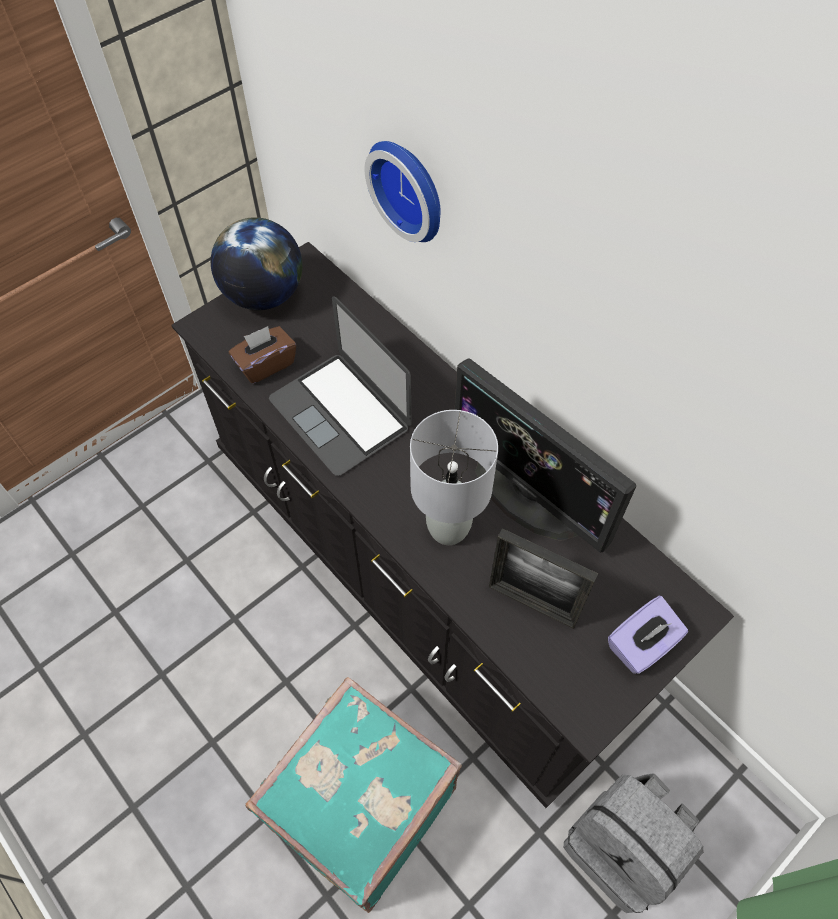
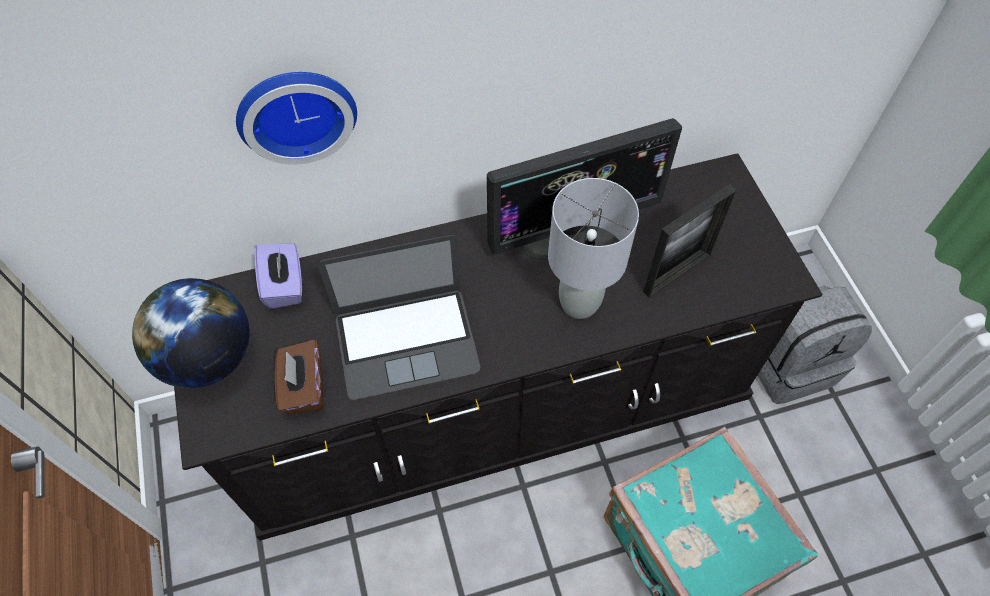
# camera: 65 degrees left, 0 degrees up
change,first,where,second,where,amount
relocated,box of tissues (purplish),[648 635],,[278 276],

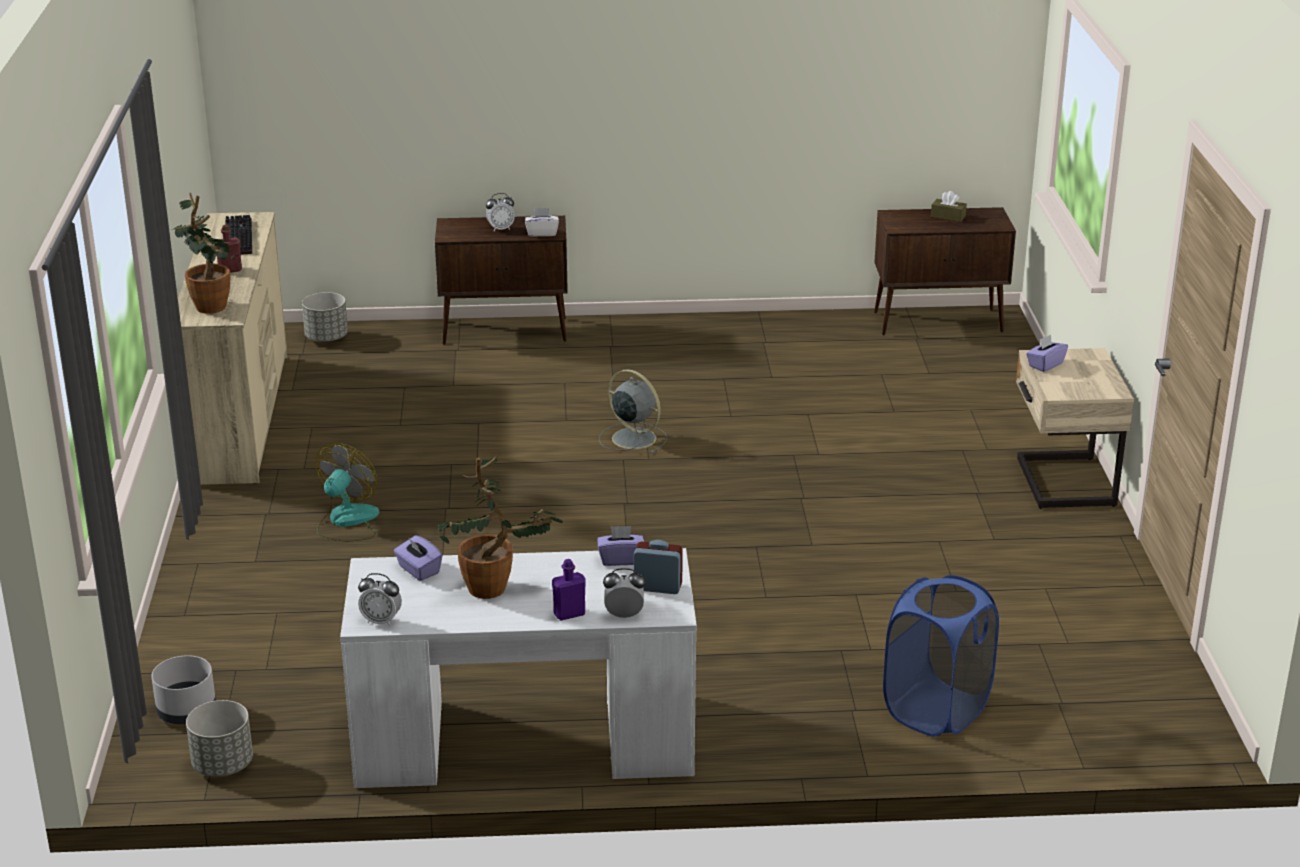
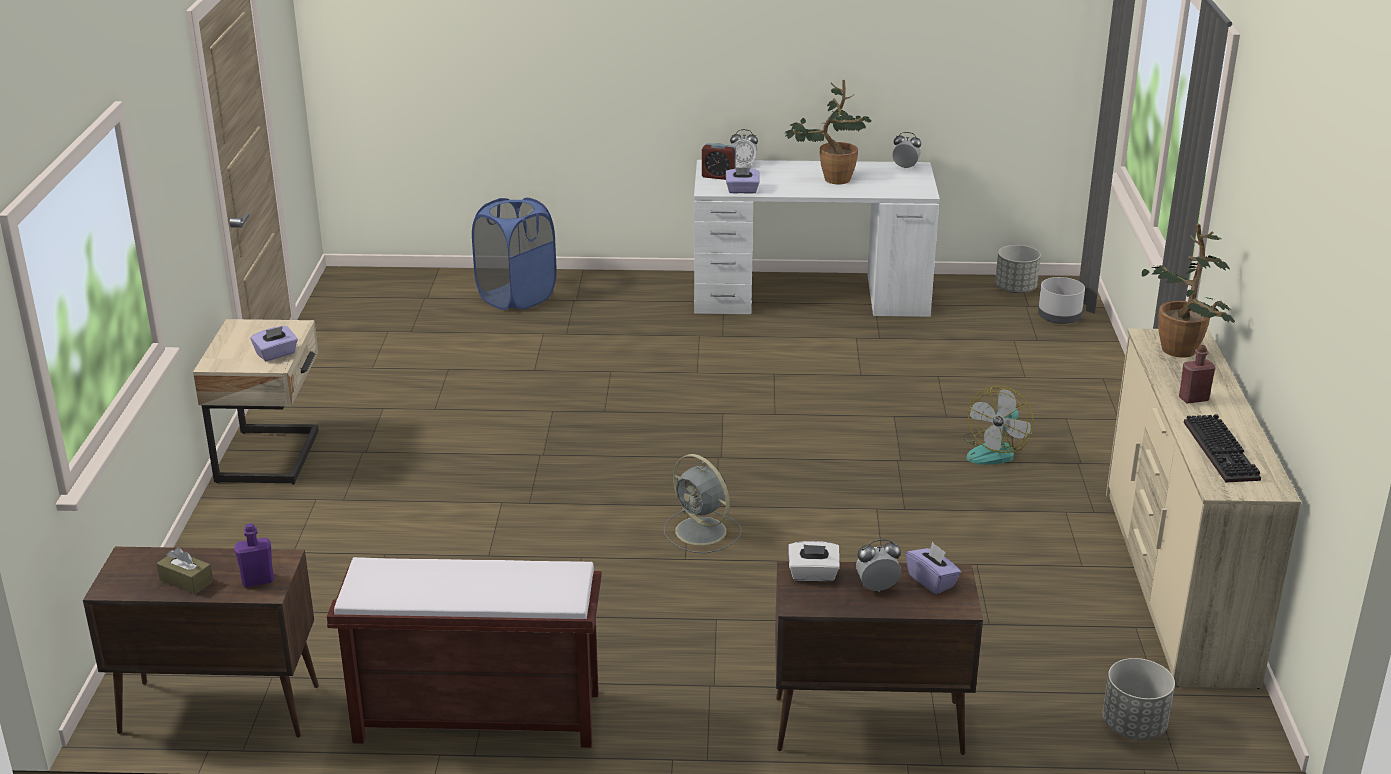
# camera: 175 degrees left, 0 degrees up
change,first,where,second,where,amount
relocated,bottle (purplish),[569 590],,[254 555],
appeared,,,long seat (brownish),[464 652],
relocated,box of tissues (purplish),[418 558],,[933 568],

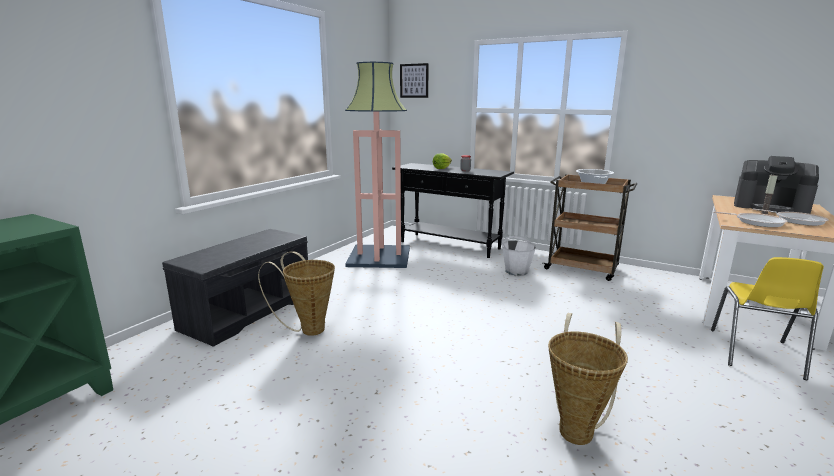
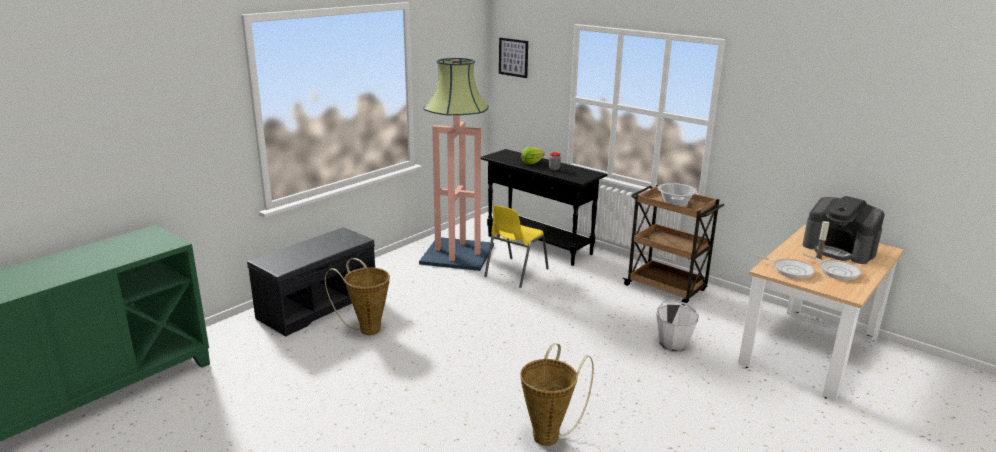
# camera: 10 degrees right, 5 degrees up
change,first,where,second,where,amount
relocated,chair (yellow-coloured),[767 318],,[517 246],
relocated,pail (white-coloured),[519 256],,[677 326],

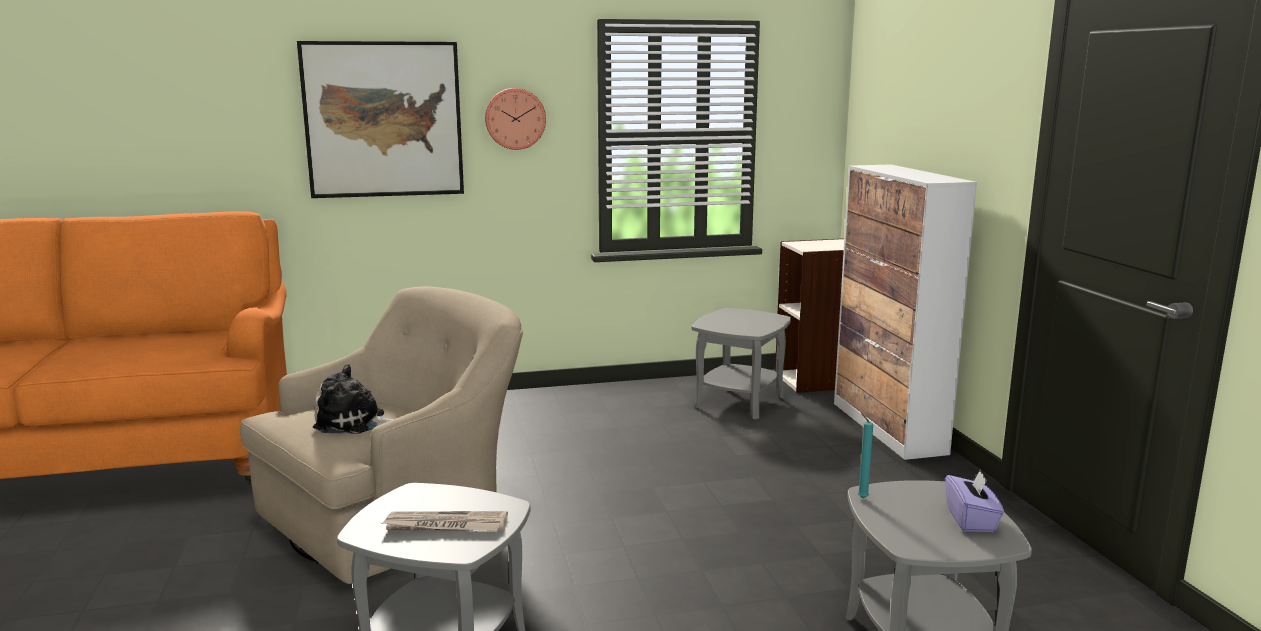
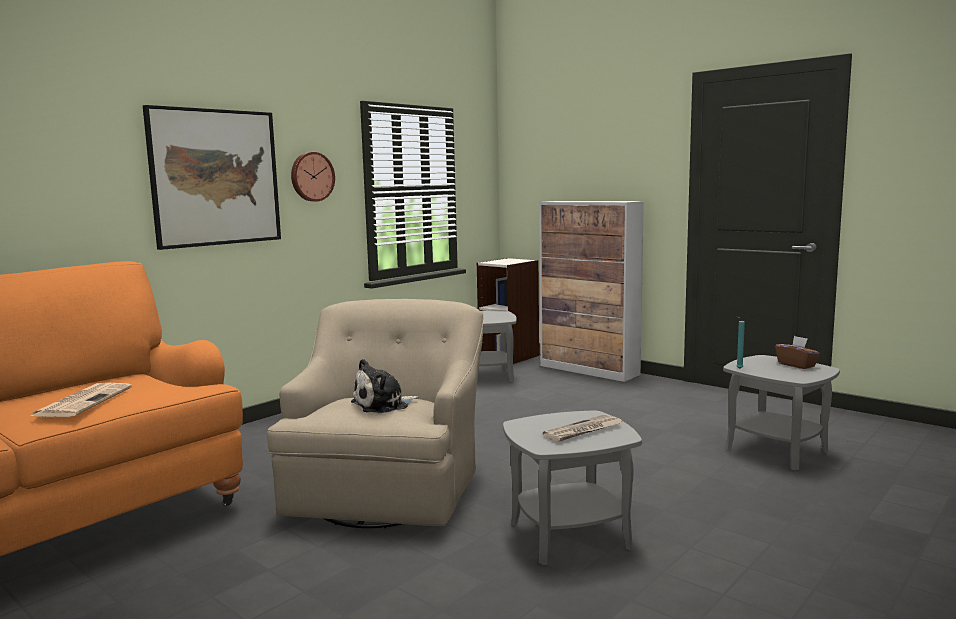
# camera: 35 degrees left, 5 degrees down
change,first,where,second,where,amount
appeared,,,newspaper,[81 400],
colour,box of tissues (purplish),[975 501],box of tissues (brownish),[797 352],

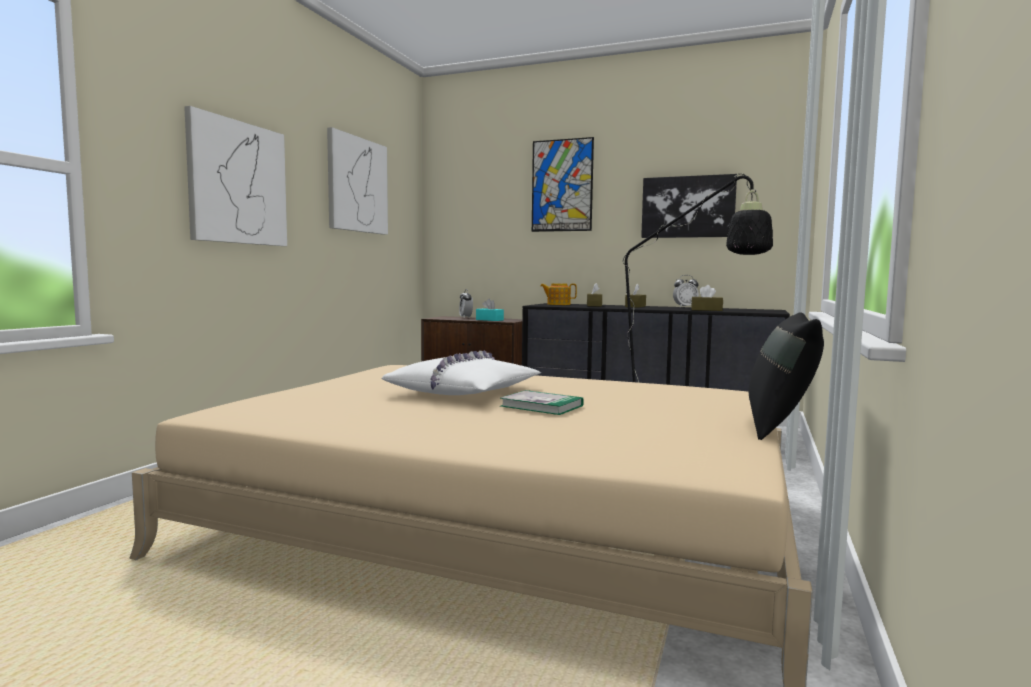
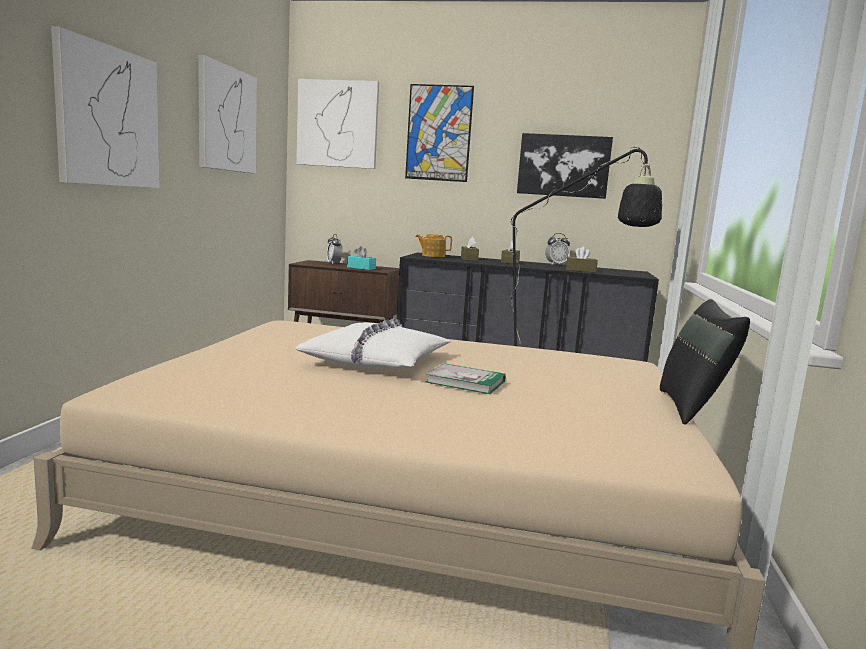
# camera: 10 degrees left, 5 degrees up
change,first,where,second,where,amount
appeared,,,wall art,[337 124],

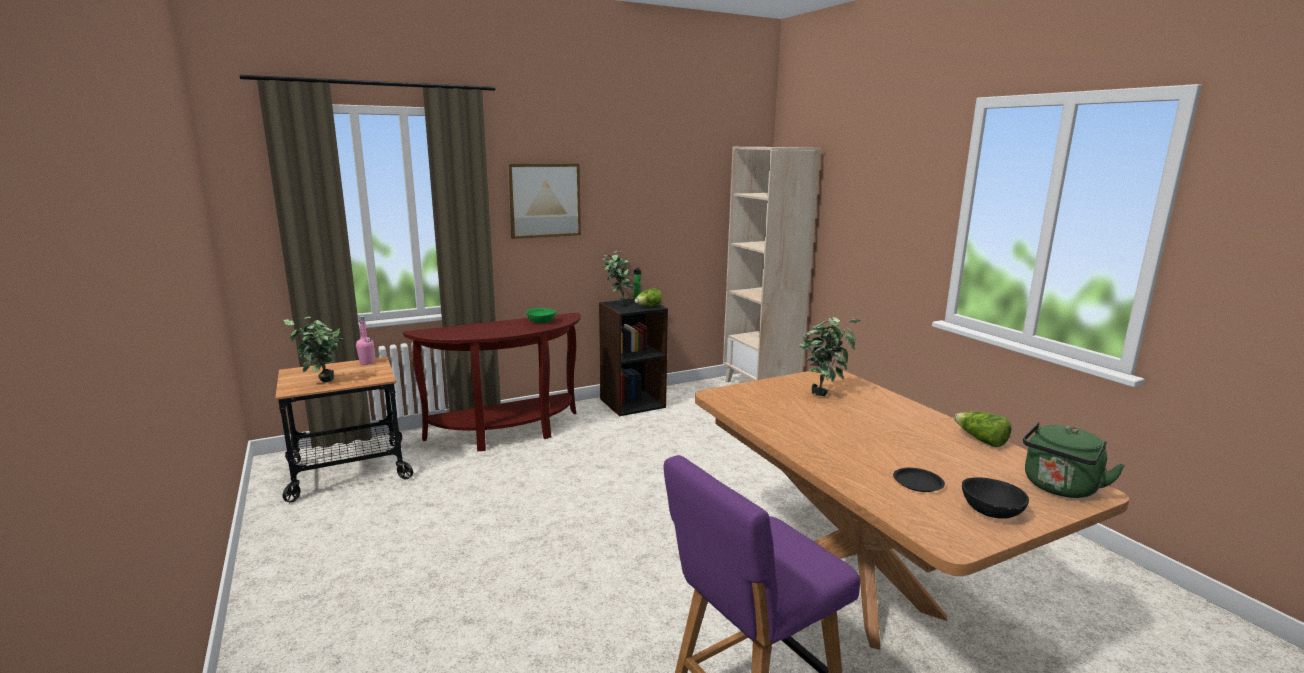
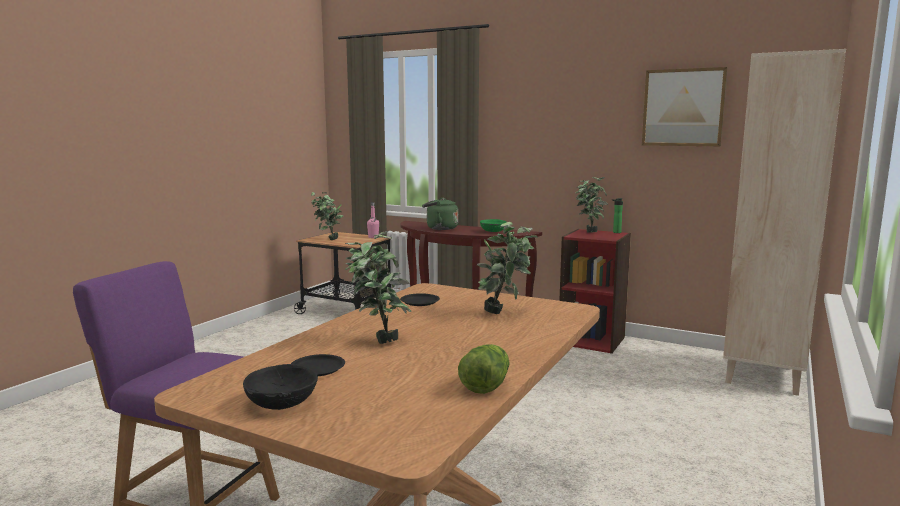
# camera: 55 degrees right, 5 degrees down
change,first,where,second,where,amount
appeared,,,plant in a pot,[378 287],
appeared,,,flat dish (black-coloured),[420 299],
relocated,kettle (green-coloured),[1074 460],,[440 214],
colour,bookshelf (black-coloured),[633 357],bookshelf (red-coloured),[595 291],
relocated,wall art,[544 201],,[685 106],
missing,lettuce,[648 297],,,

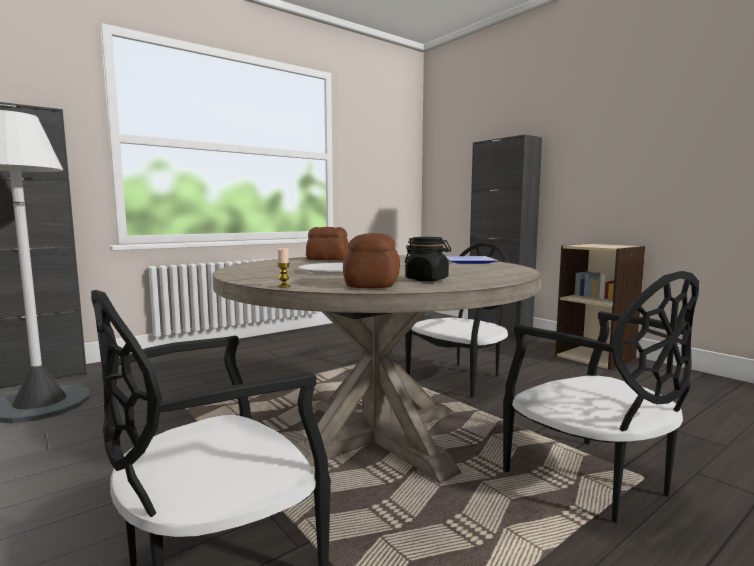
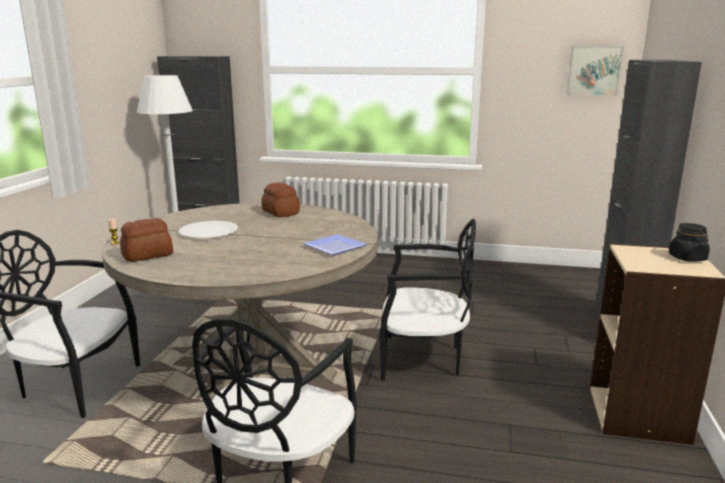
# camera: 50 degrees right, 10 degrees up
change,first,where,second,where,amount
appeared,,,wall art,[595 71],
relocated,preserve jar (black-coloured),[428 259],,[689 242],

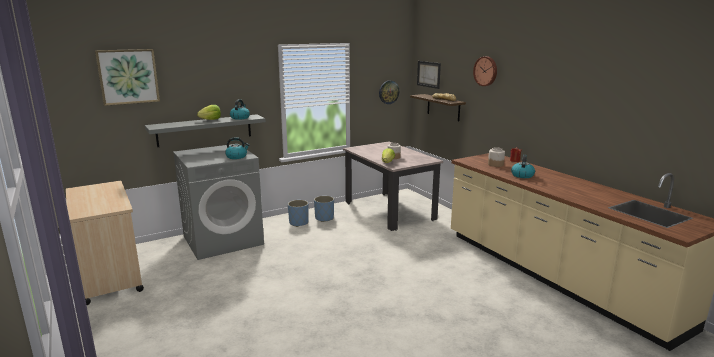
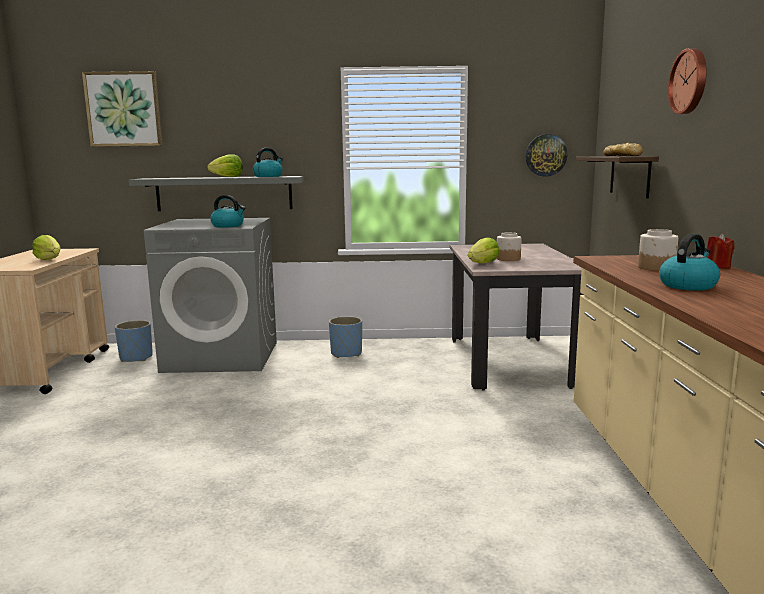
# camera: 30 degrees right, 5 degrees down
change,first,where,second,where,amount
appeared,,,lettuce,[46 247],
relocated,flower pot (blue-coloured),[324 209],,[134 341],
missing,wall art,[429 75],,,

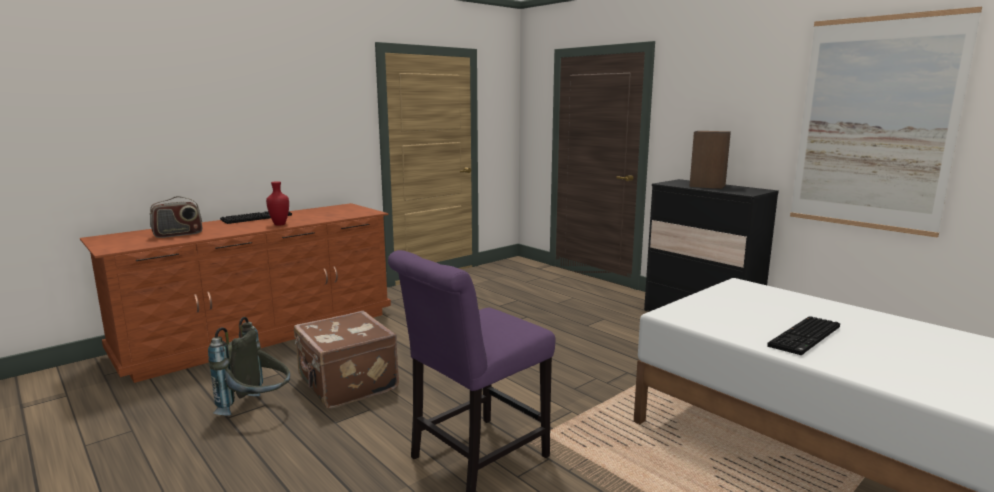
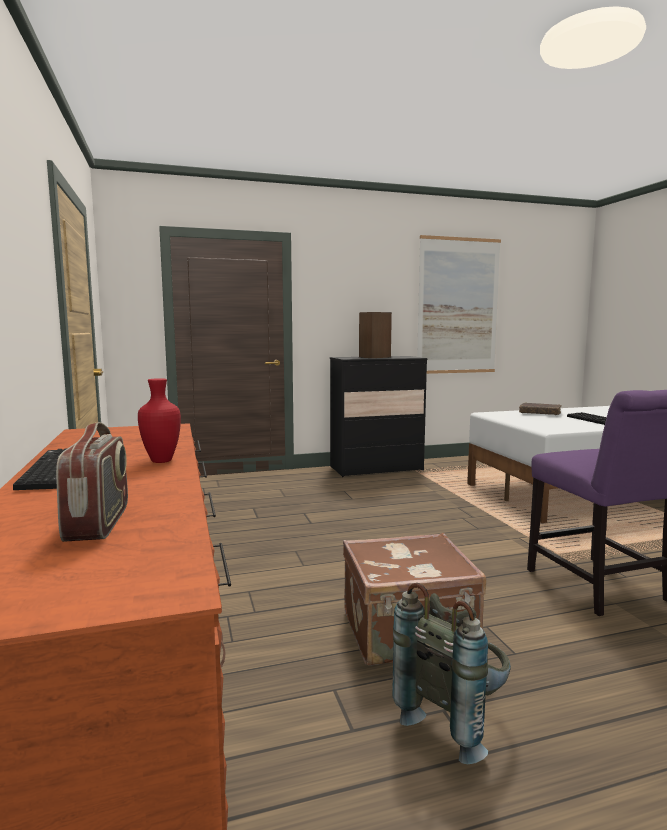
# camera: 65 degrees left, 5 degrees down
change,first,where,second,where,amount
appeared,,,book (brownish),[540 409],

